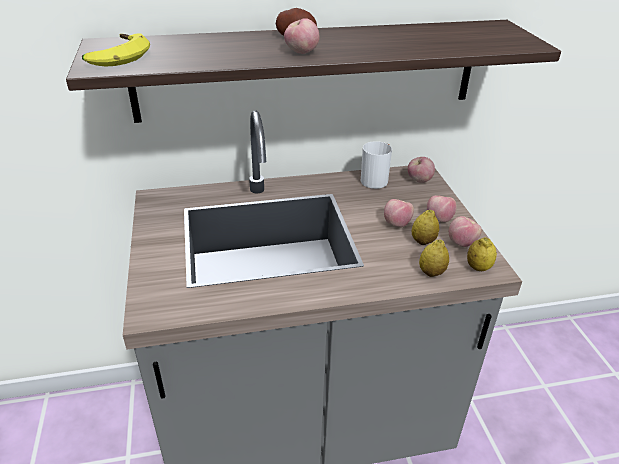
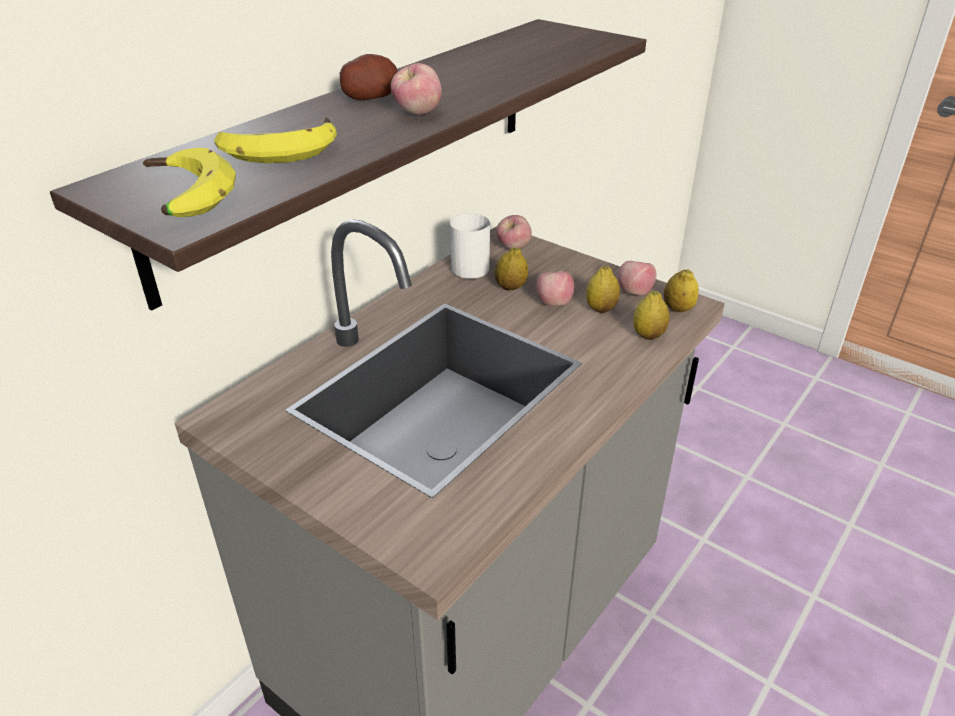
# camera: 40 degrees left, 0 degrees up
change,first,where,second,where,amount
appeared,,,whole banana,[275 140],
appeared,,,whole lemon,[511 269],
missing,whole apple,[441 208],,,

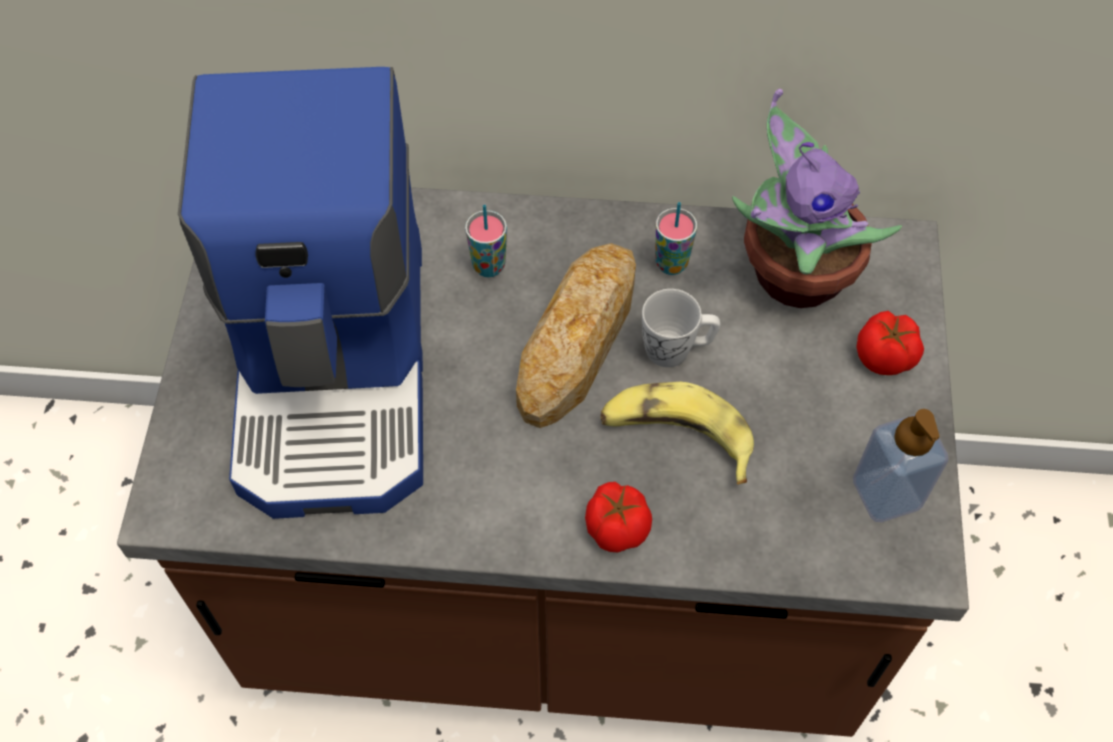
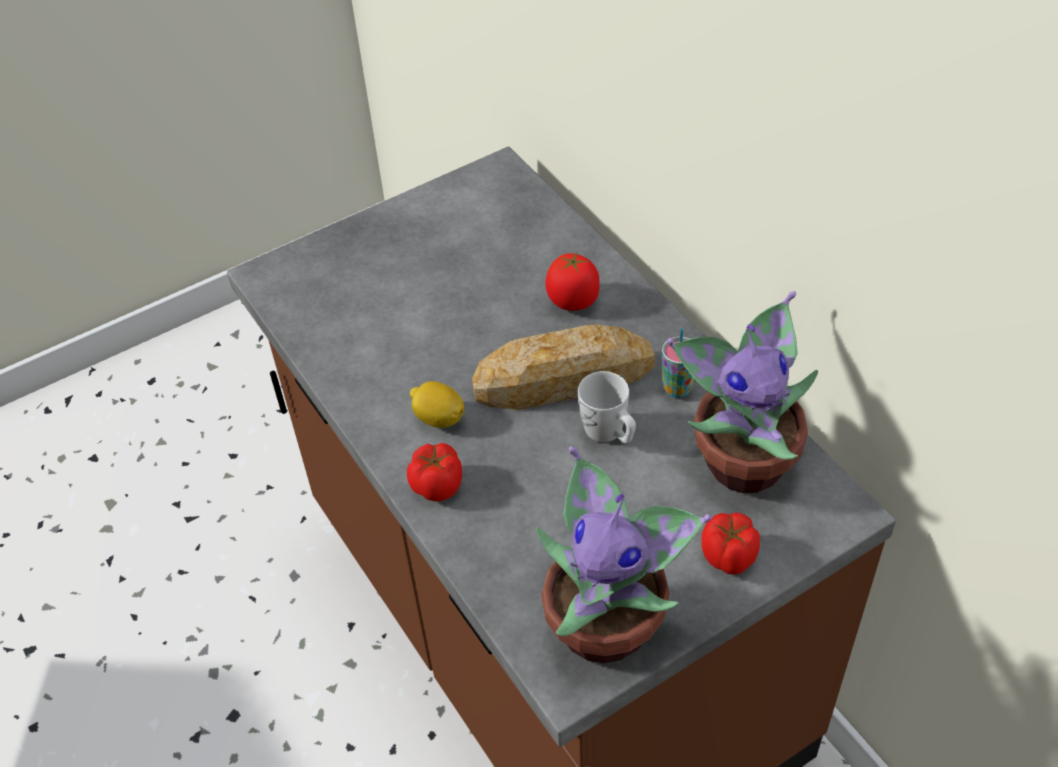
# camera: 55 degrees right, 10 degrees down
change,first,where,second,where,amount
appeared,,,whole lemon,[437 404],
exchanged,liquid soap bottle,[900 465],plant in a pot,[624 555],
exchanged,cup,[486 240],whole tomato,[572 280],
missing,coffee maker,[300 293],,,
missing,whole banana,[677 433],,,

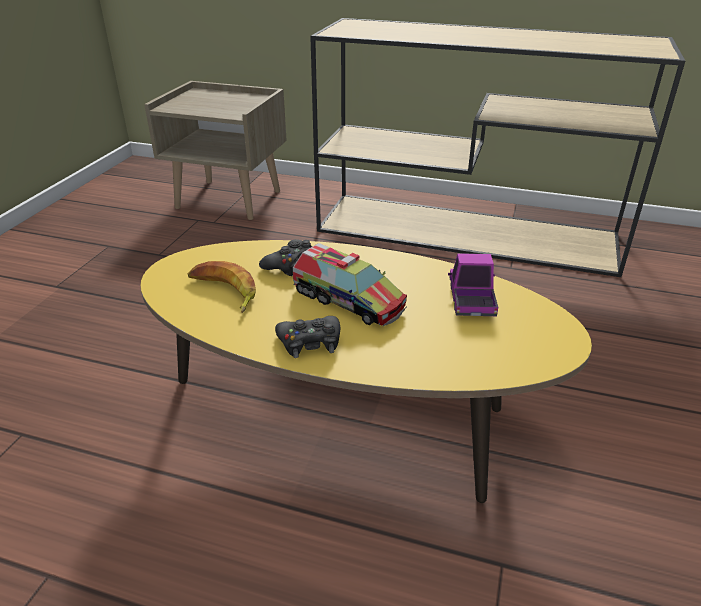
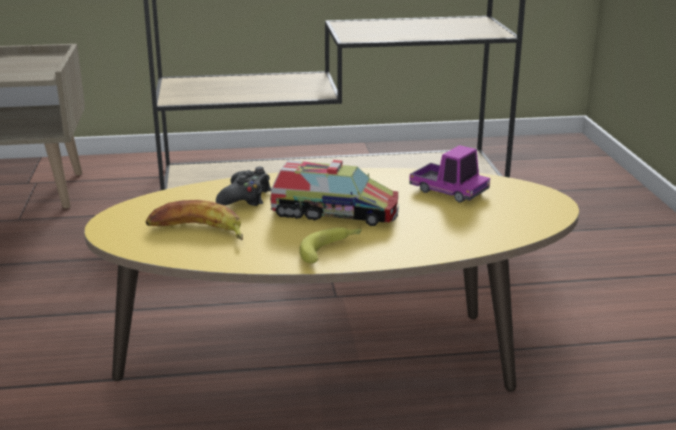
# camera: 25 degrees left, 10 degrees down
change,first,where,second,where,amount
exchanged,joypad (black-coloured),[307 337],whole banana,[331 245],
spun,toy lorry,[473 284],,[449 173],150 degrees clockwise

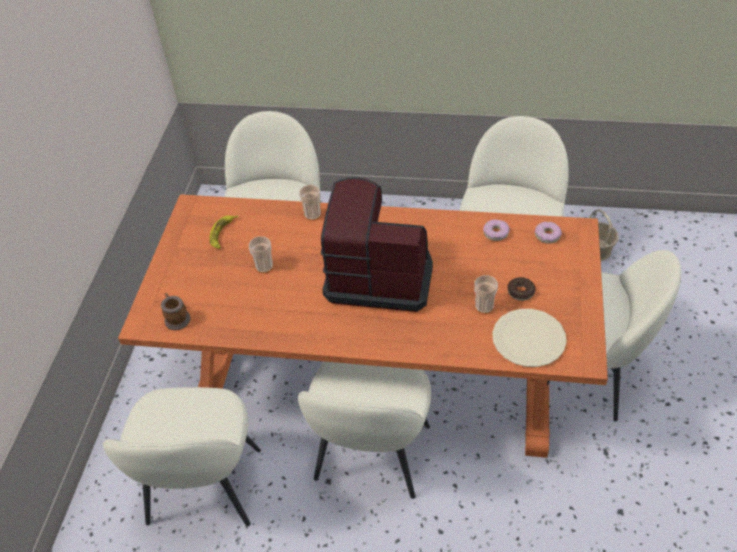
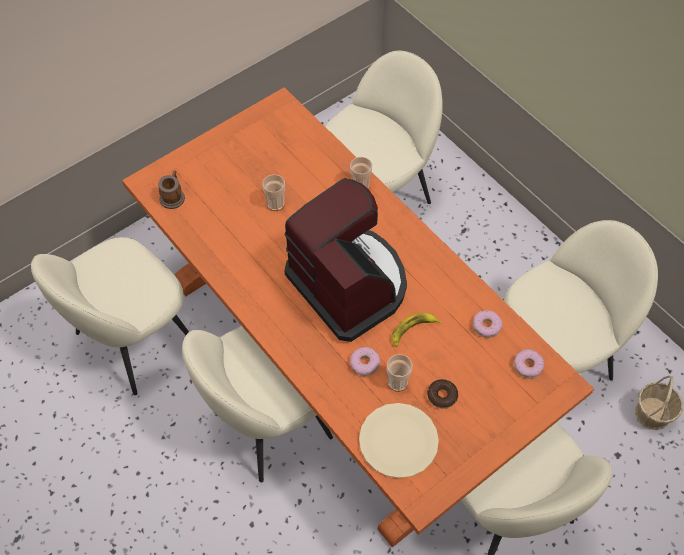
# camera: 40 degrees right, 10 degrees up
change,first,where,second,where,amount
appeared,,,donut,[365 361],
relocated,whole banana,[223 232],,[417 330],

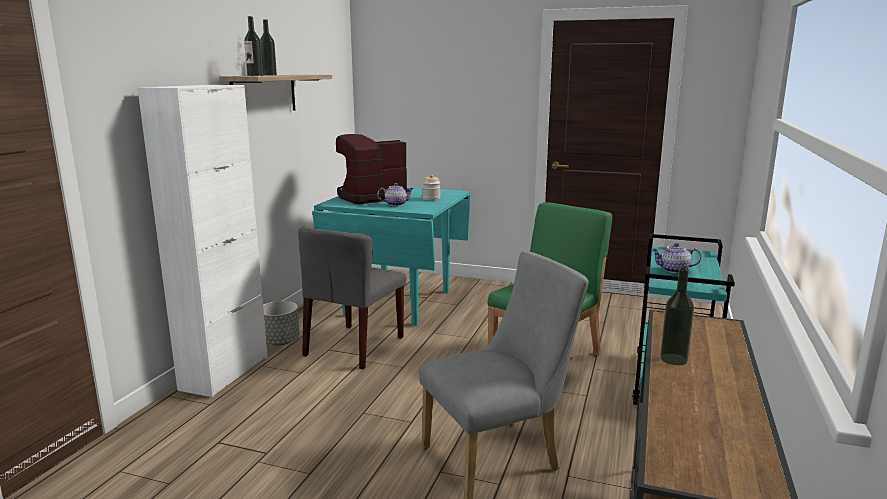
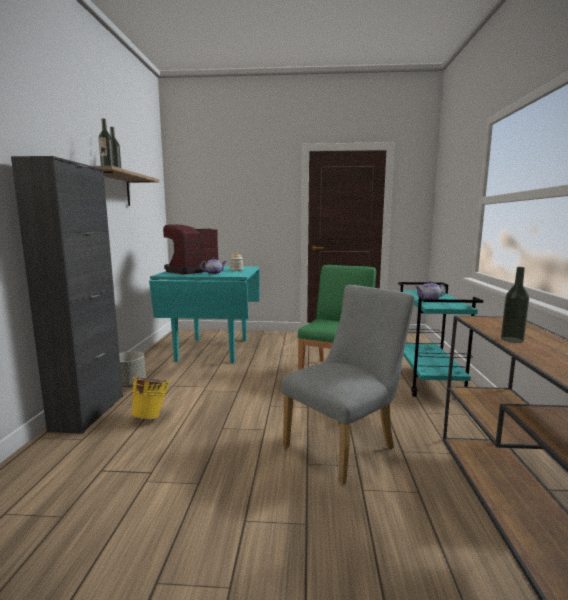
# camera: 15 degrees left, 5 degrees down
change,first,where,second,where,amount
colour,storage cabinet (white-coloured),[203 241],storage cabinet (black-coloured),[67 295],
appeared,,,pail (yellow-coloured),[150 397],
missing,chair (greyish),[352 298],,,

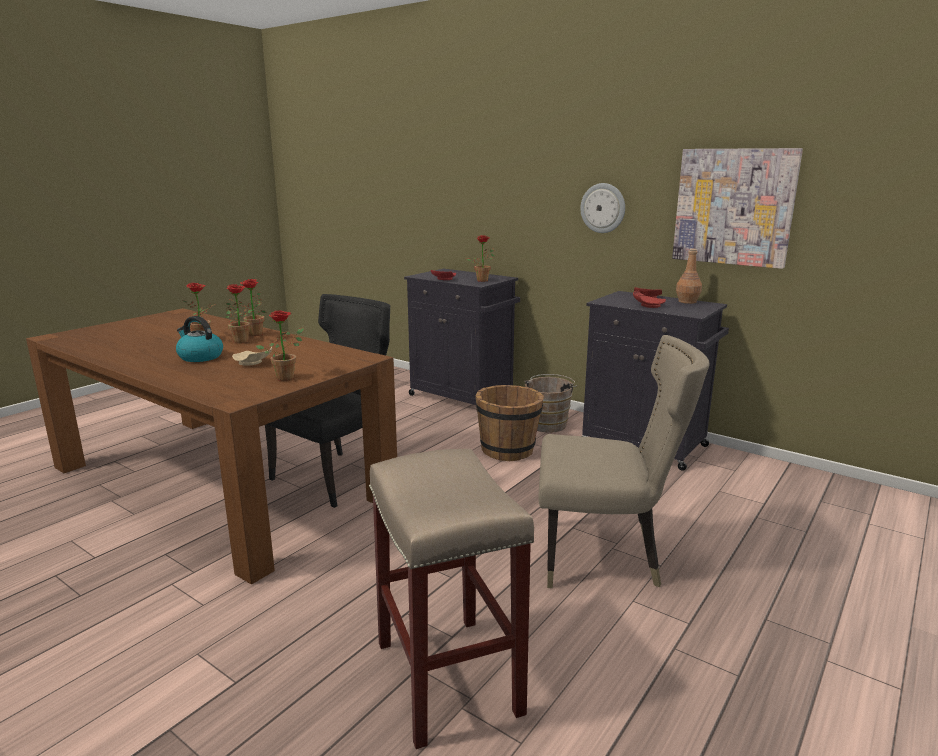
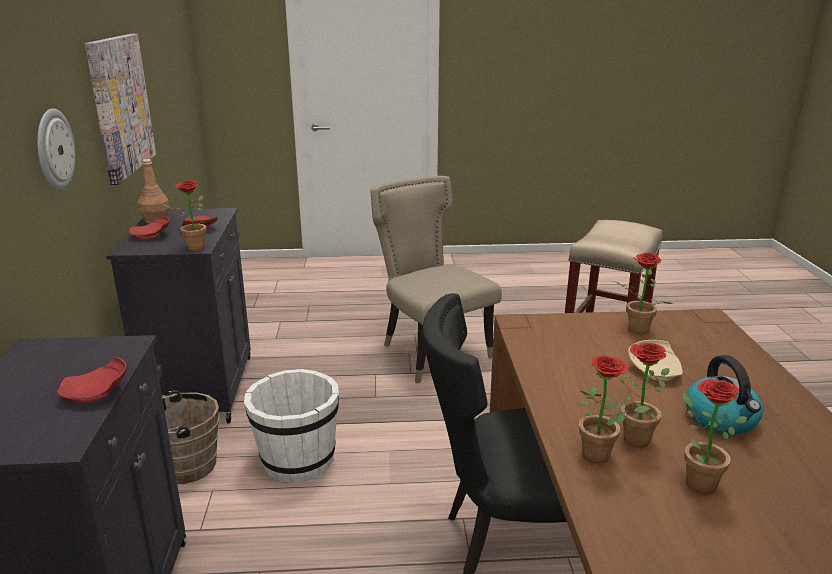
# camera: 130 degrees left, 5 degrees up
change,first,where,second,where,amount
relocated,plant in a pot,[480 258],,[184 215],
colour,pail (brownish),[509 423],pail (white-coloured),[291 426],

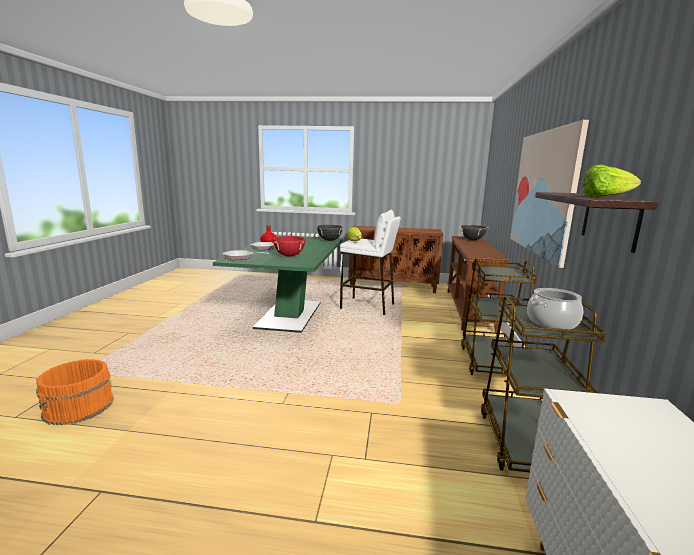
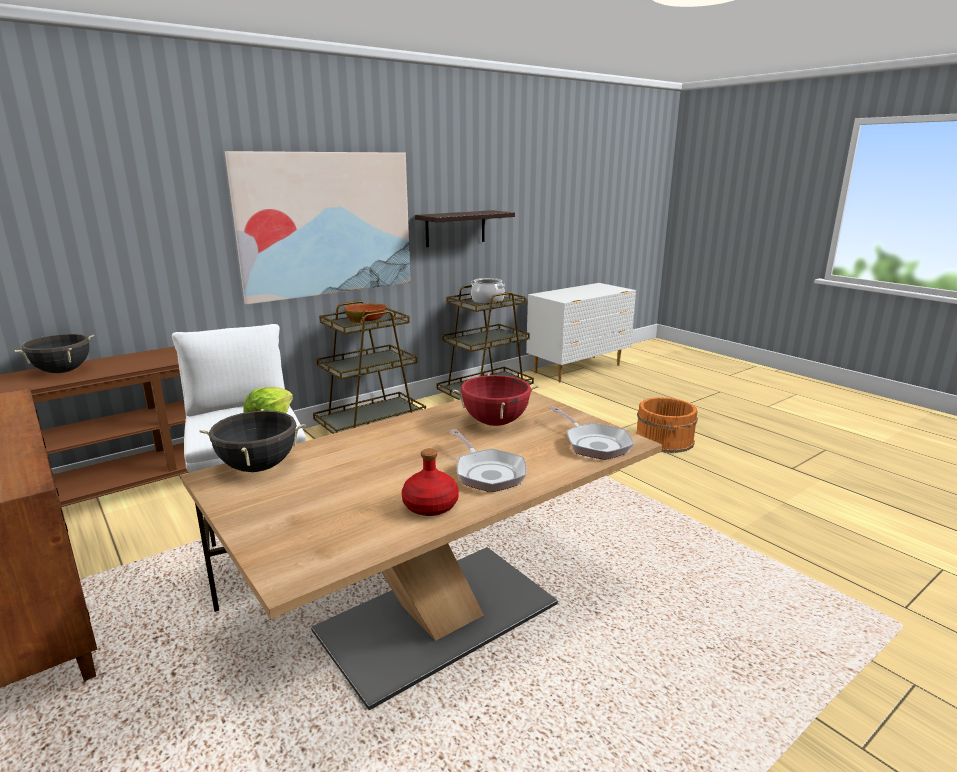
# camera: 135 degrees left, 5 degrees up
change,first,where,second,where,amount
colour,dining table (green-coloured),[278 284],dining table (brownish),[421 550],
appeared,,,serving bowl,[366 313],
relocated,pail (orange-coloured),[75 392],,[667 425],
missing,lettuce,[611 180],,,

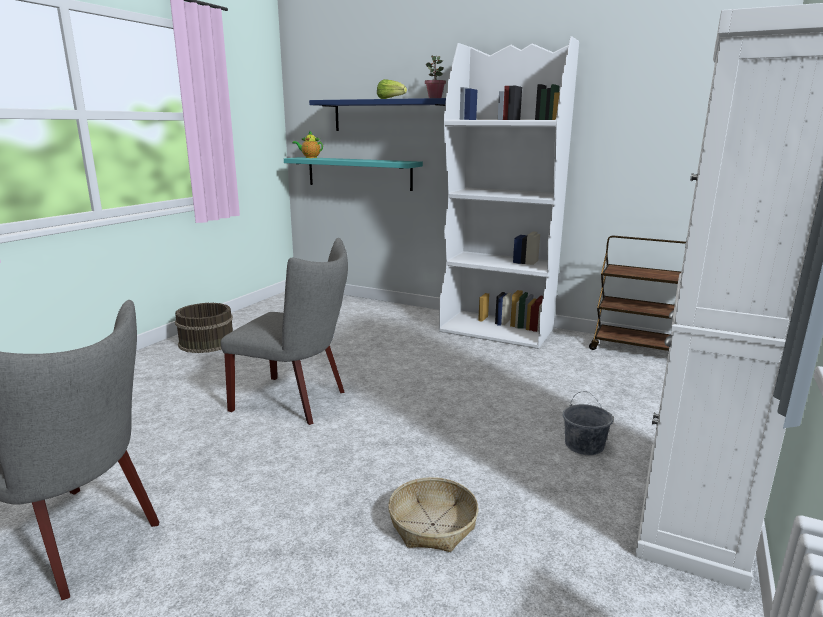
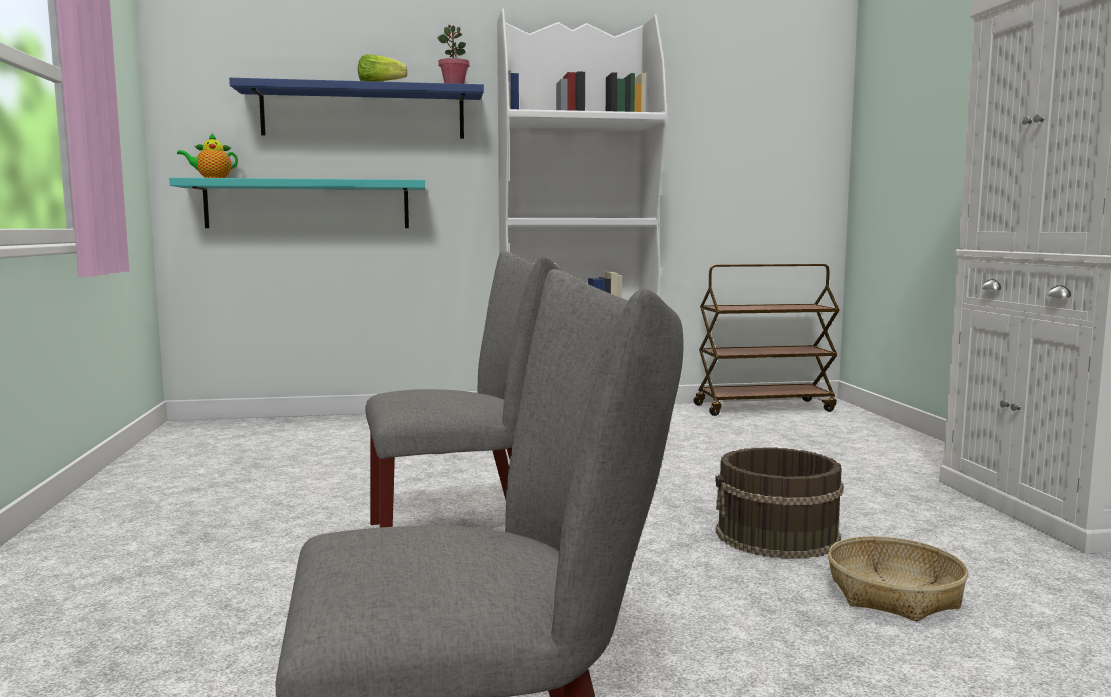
# camera: 35 degrees left, 10 degrees down
change,first,where,second,where,amount
relocated,pail (brownish),[204 328],,[779 503],
missing,pail (greyish),[588 423],,,

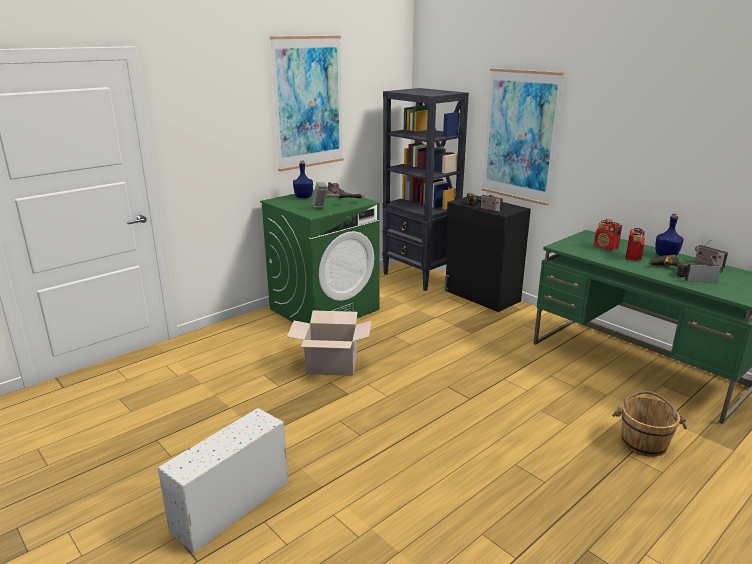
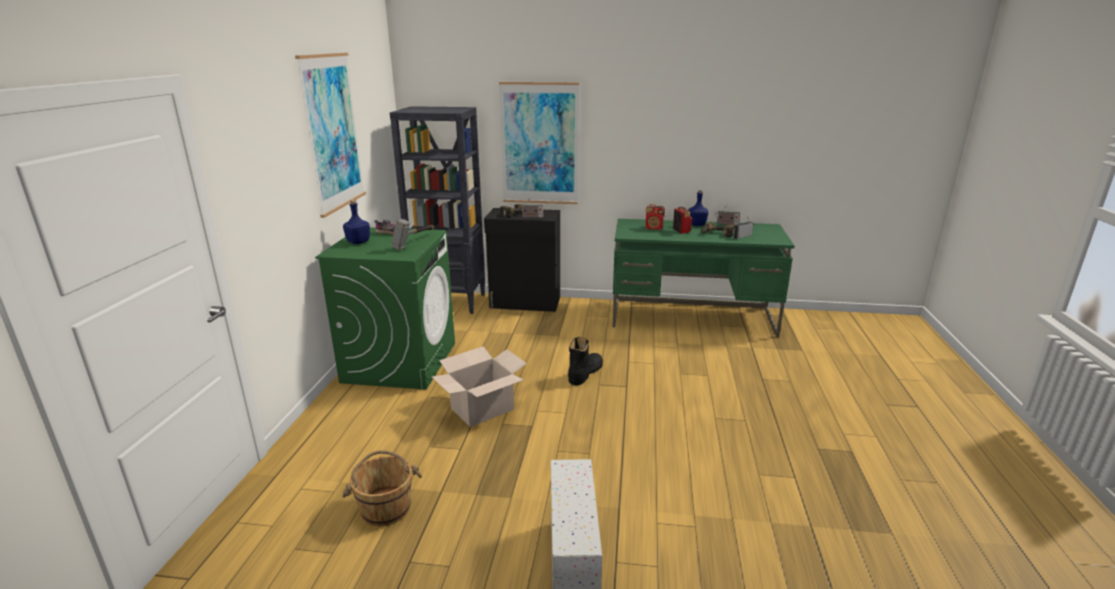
# camera: 40 degrees left, 0 degrees up
change,first,where,second,where,amount
relocated,pail (brownish),[649 424],,[382 488],
appeared,,,tall boot (black-coloured),[585 361],

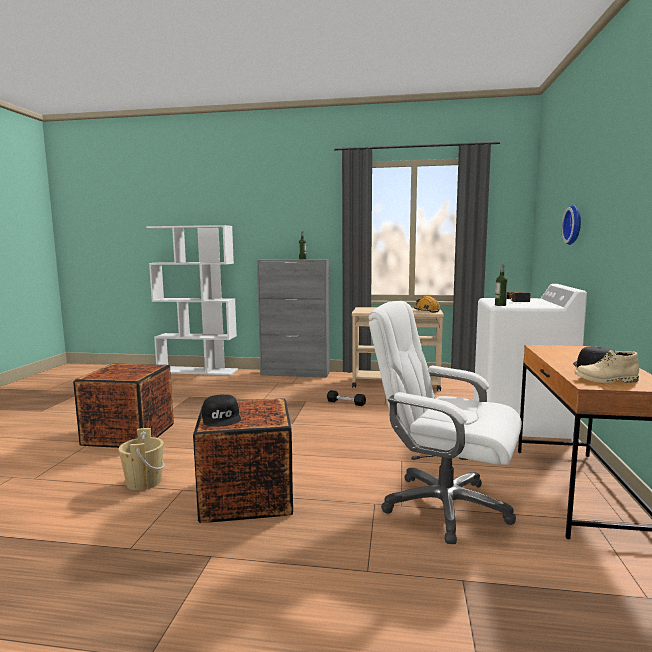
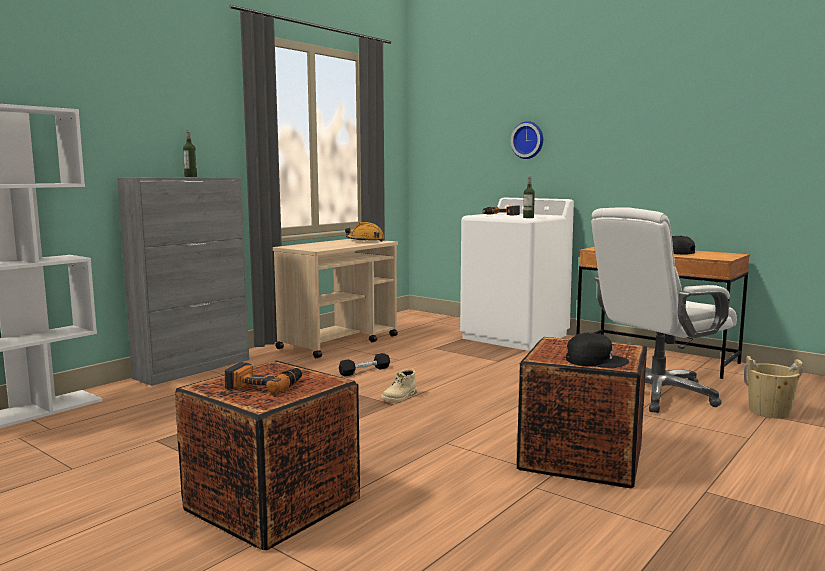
# camera: 60 degrees left, 0 degrees up
change,first,where,second,where,amount
appeared,,,drill,[263 378],
relocated,tall boot (beige-coloured),[607 366],,[399 385],
relocated,pail (beige-coloured),[142 459],,[773 387],

